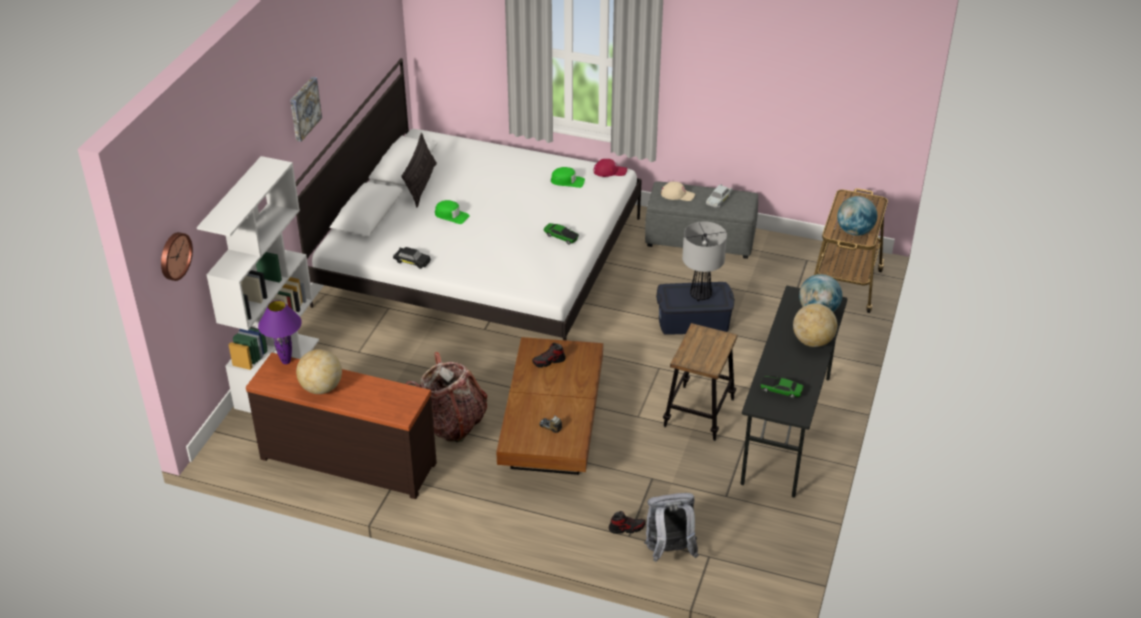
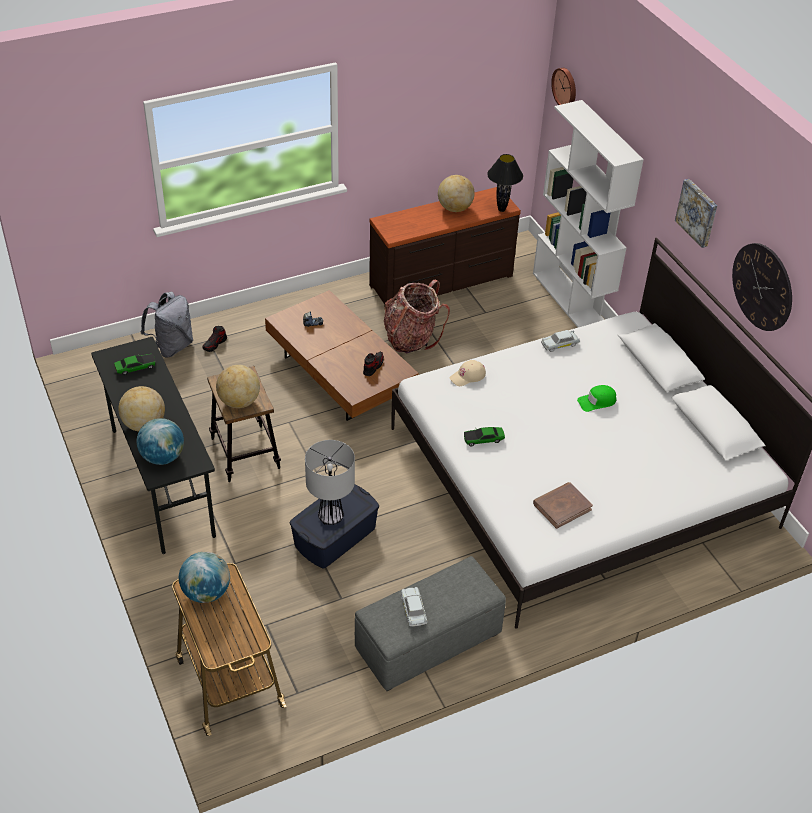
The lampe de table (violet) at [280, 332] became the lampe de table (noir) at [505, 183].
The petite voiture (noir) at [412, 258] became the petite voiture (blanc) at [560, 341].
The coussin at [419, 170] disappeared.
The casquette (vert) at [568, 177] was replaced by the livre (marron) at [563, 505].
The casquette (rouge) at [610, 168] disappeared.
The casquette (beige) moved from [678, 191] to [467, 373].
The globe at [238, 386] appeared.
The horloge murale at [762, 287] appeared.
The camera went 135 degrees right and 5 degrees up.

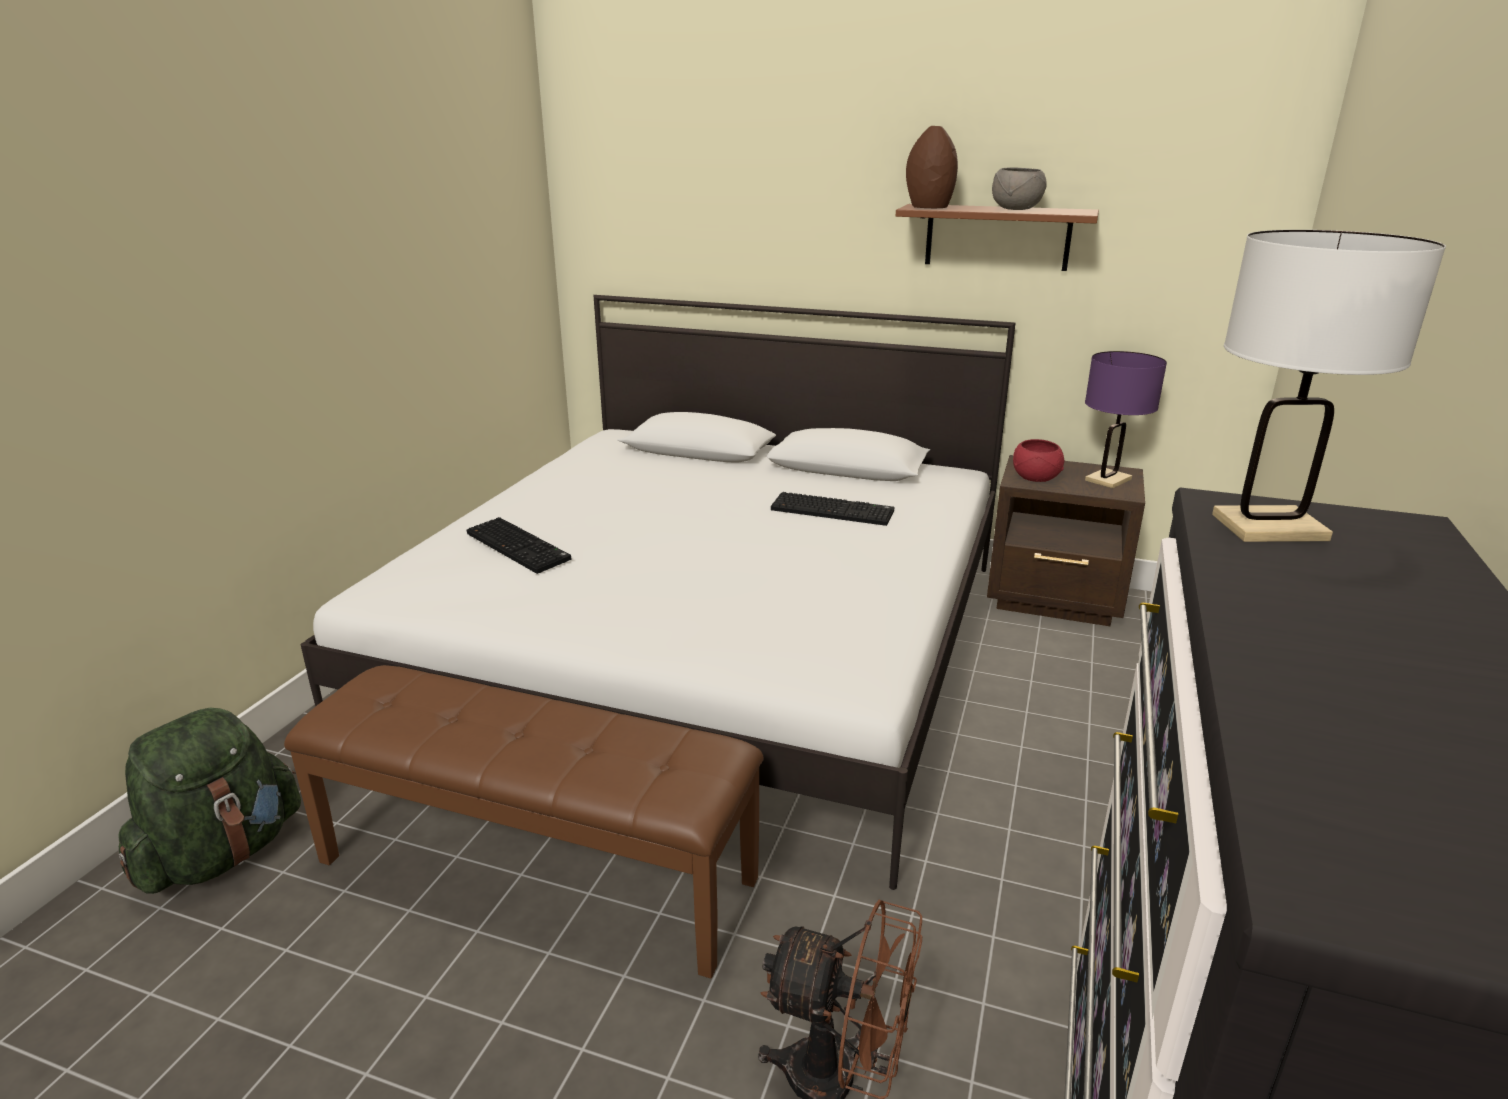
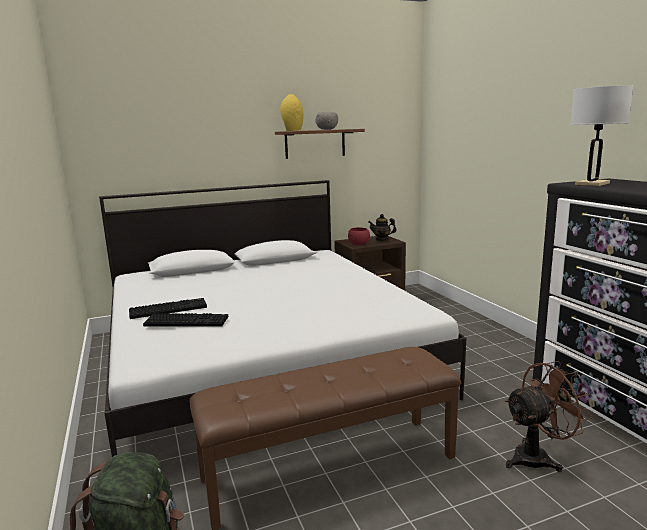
The clavier moved from [832, 509] to [168, 308].
The vase (marron) at [932, 167] became the vase (jaune) at [292, 112].
The lampe de table (violet) at [1126, 420] was replaced by the théière at [383, 227].
The camera went 40 degrees left and 10 degrees down.

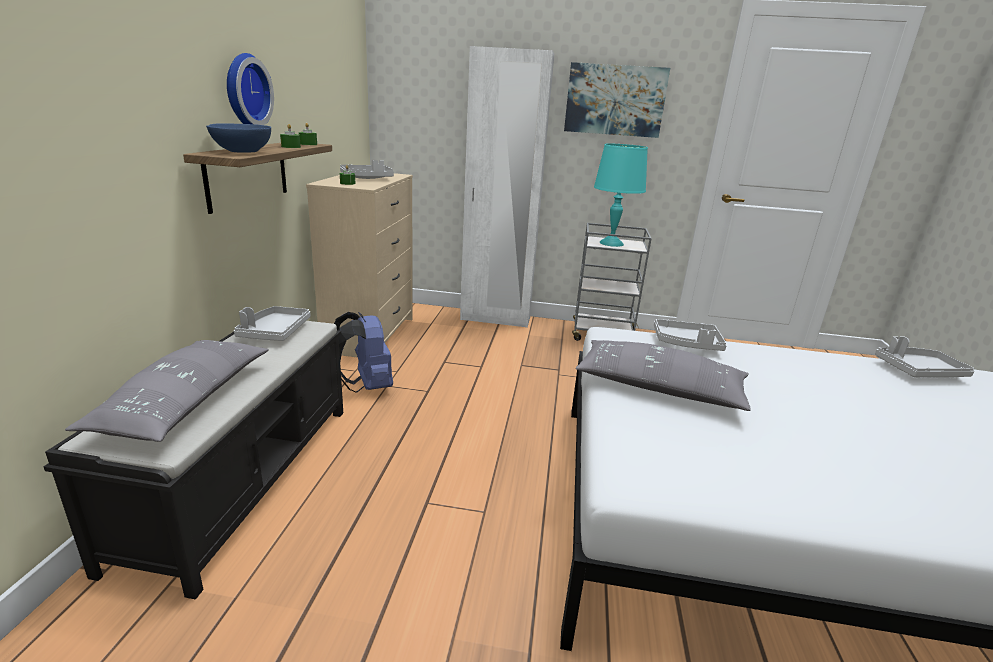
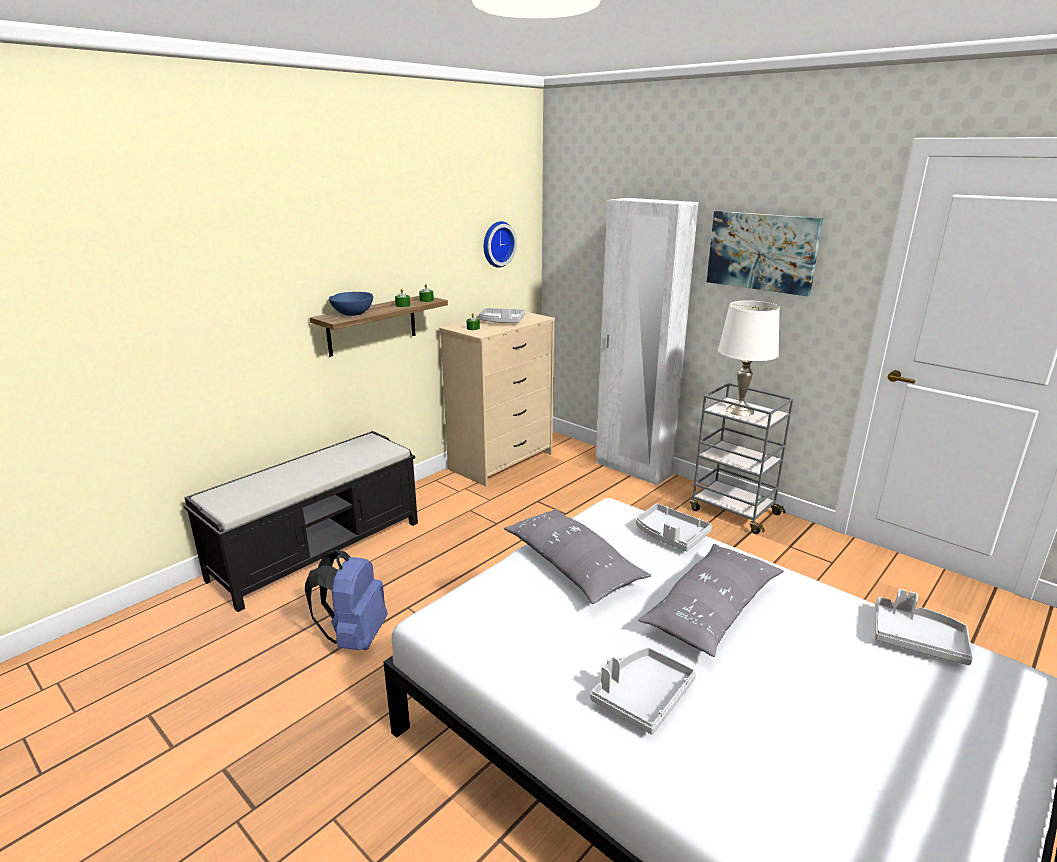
The coussin (gris) moved from [167, 391] to [711, 600].
The horloge murale moved from [250, 89] to [500, 244].
The plateau (gris) moved from [272, 323] to [643, 691].
The sac à dos (bleu) moved from [363, 352] to [346, 600].
The lampe de table (turquoise) at [621, 195] became the lampe de table (blanc) at [749, 358].
The camera went 35 degrees right and 0 degrees up.

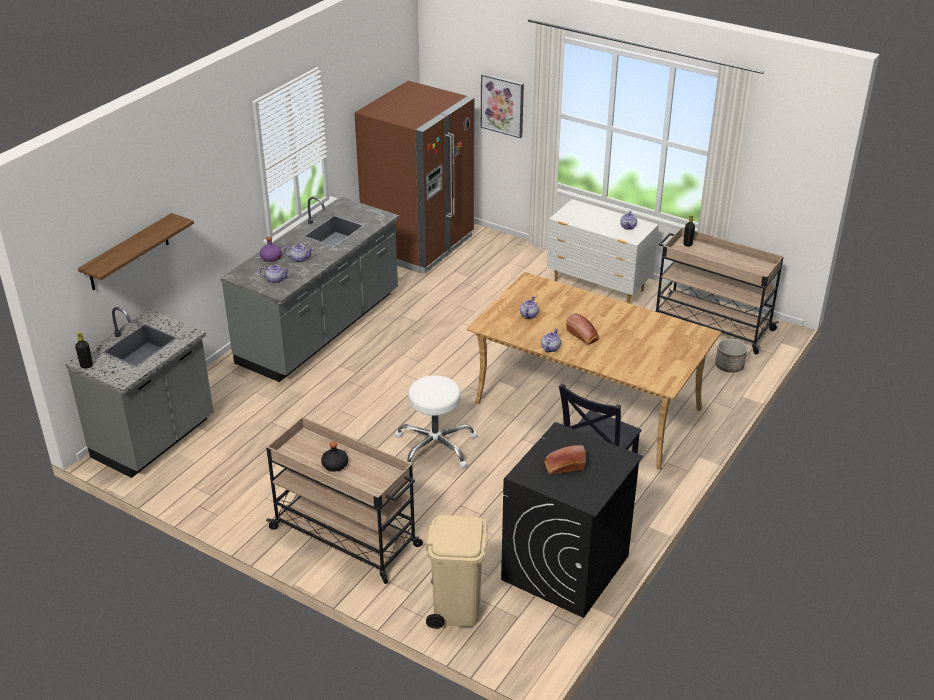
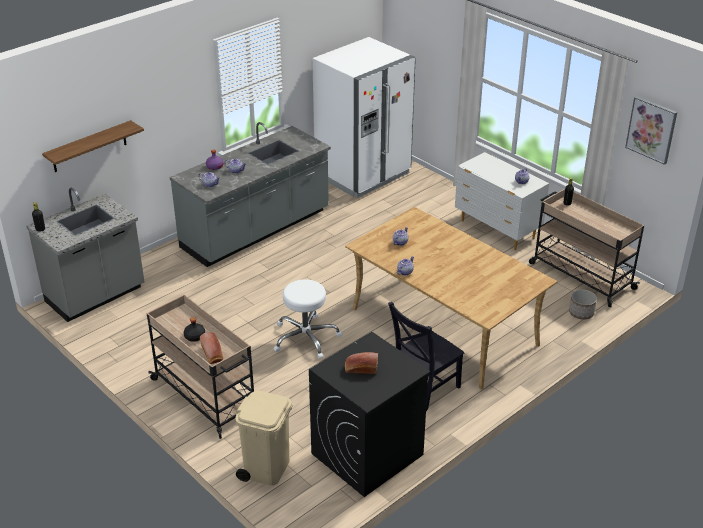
The réfrigérateur (marron) at [414, 177] became the réfrigérateur (blanc) at [364, 117].
The tableau moved from [502, 105] to [651, 130].
The pain moved from [582, 329] to [211, 348].
The camera went 15 degrees right and 0 degrees up.

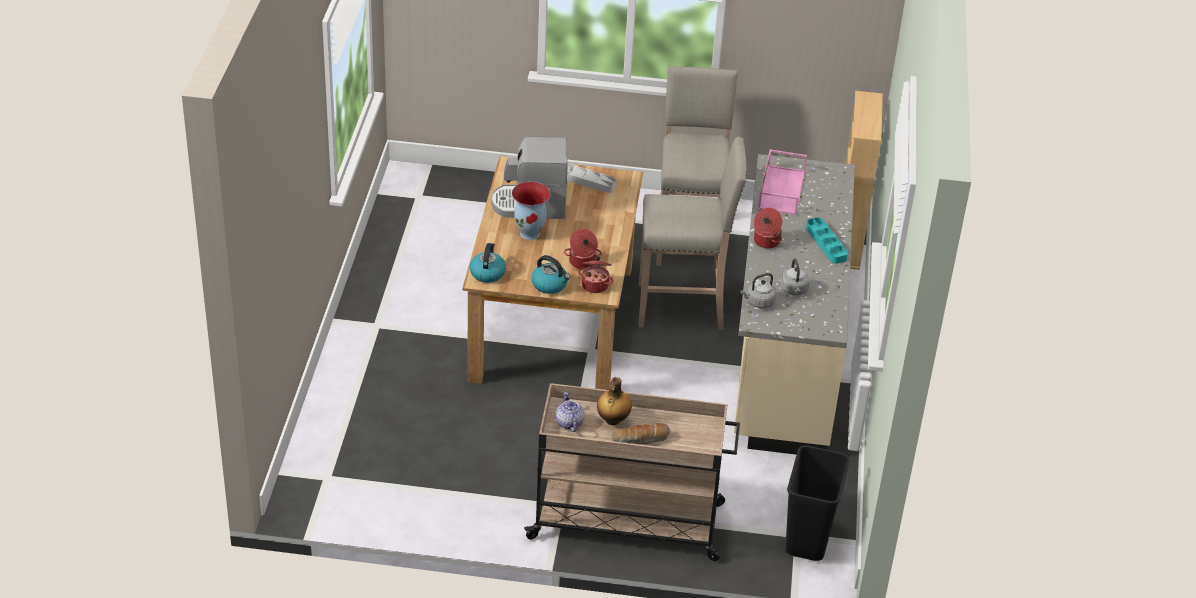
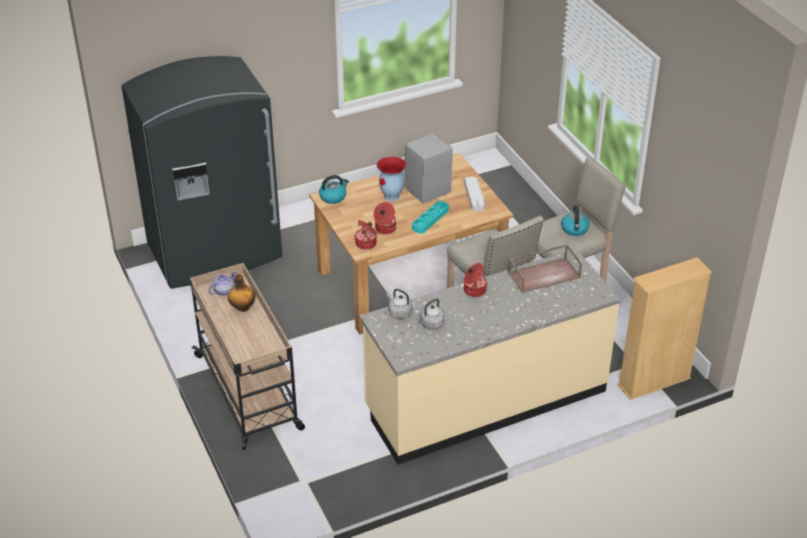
The bouilloire moved from [550, 274] to [575, 220].
The pain at [641, 434] disappeared.
The plateau (rose) at [782, 182] became the plateau (marron) at [545, 268].
The poubelle (noir) at [817, 503] disappeared.
The plateau (turquoise) moved from [827, 240] to [430, 217].
The réfrigérateur (gris) at [202, 172] appeared.
The camera went 60 degrees right and 0 degrees up.

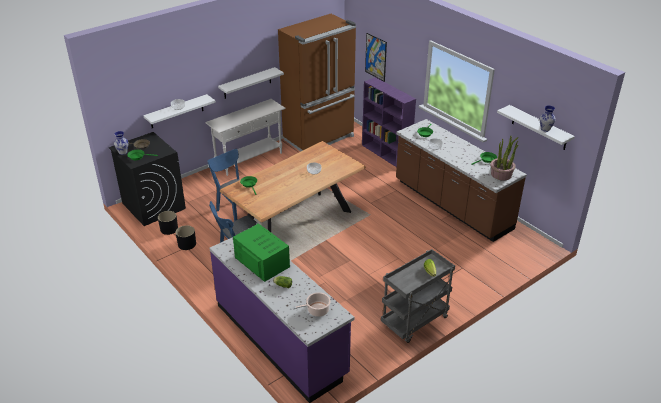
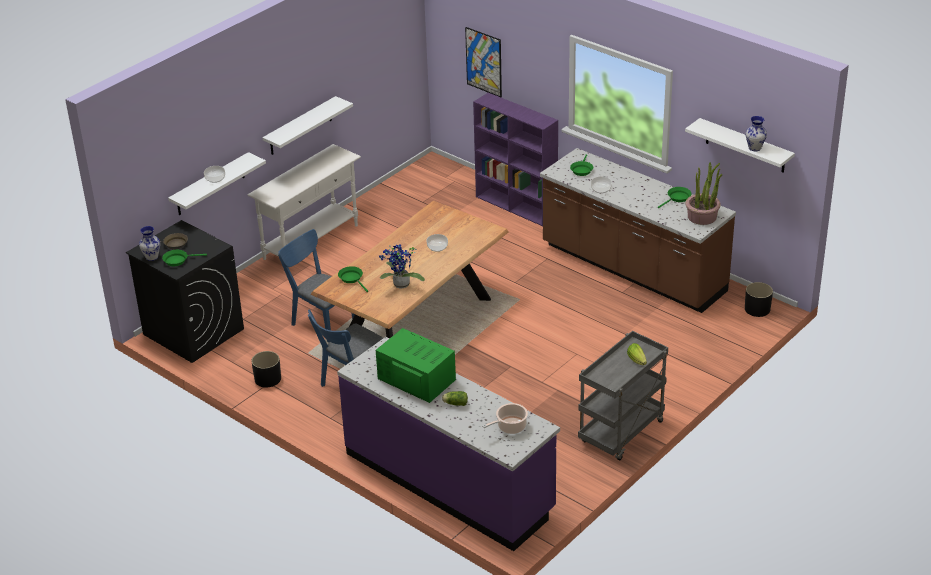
The cache-pot (noir) moved from [168, 223] to [759, 299].
The réfrigérateur (marron) at [317, 83] disappeared.
The plante en pot at [402, 266] appeared.
The camera went 10 degrees left and 0 degrees up.

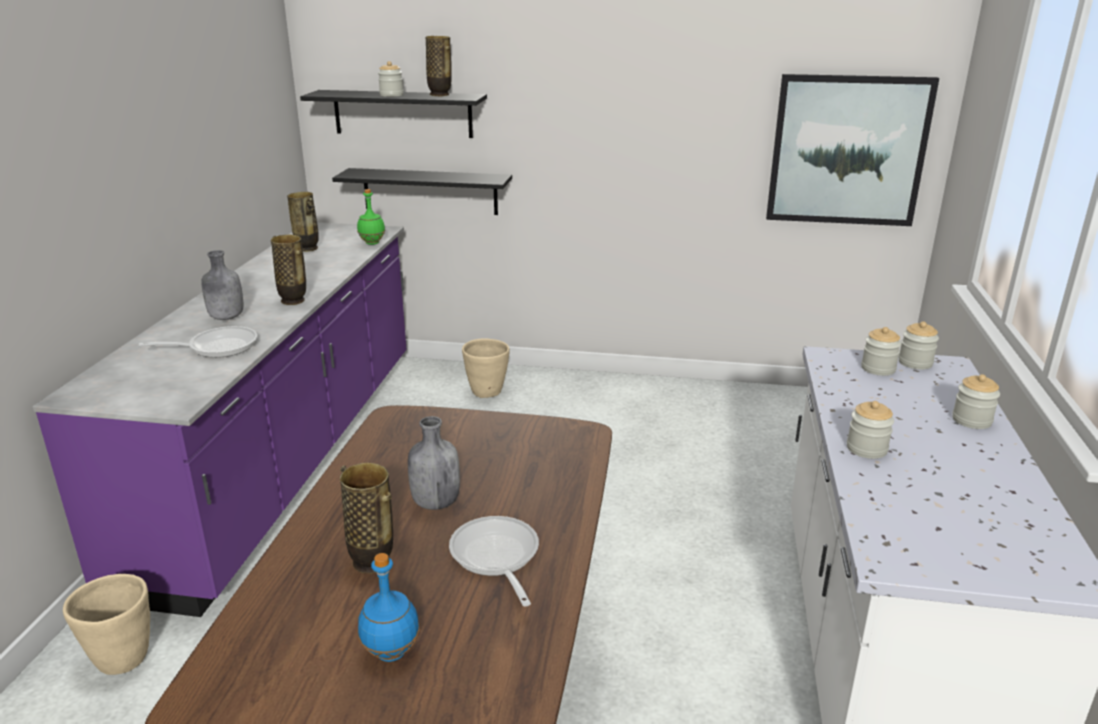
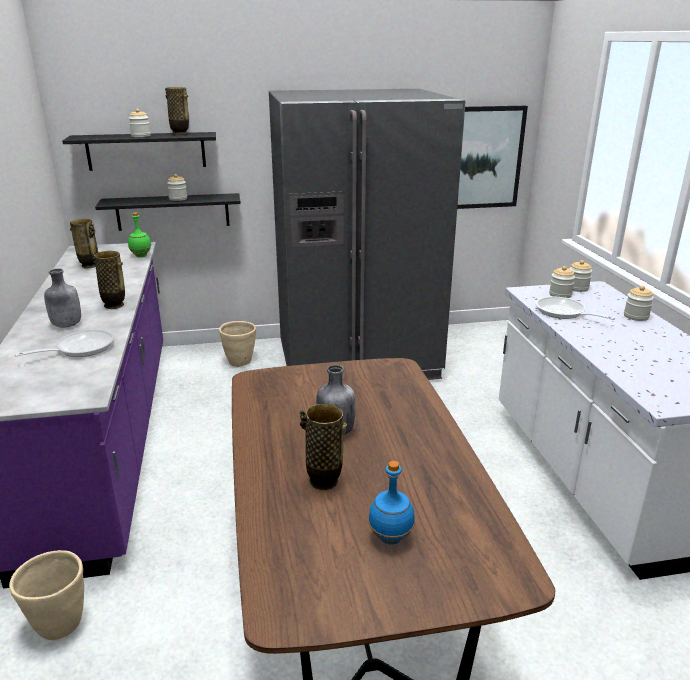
The poêle moved from [494, 561] to [575, 308].
The bocal moved from [870, 430] to [177, 187].
The réfrigérateur (gris) at [367, 234] appeared.
The camera went 20 degrees left and 0 degrees up.

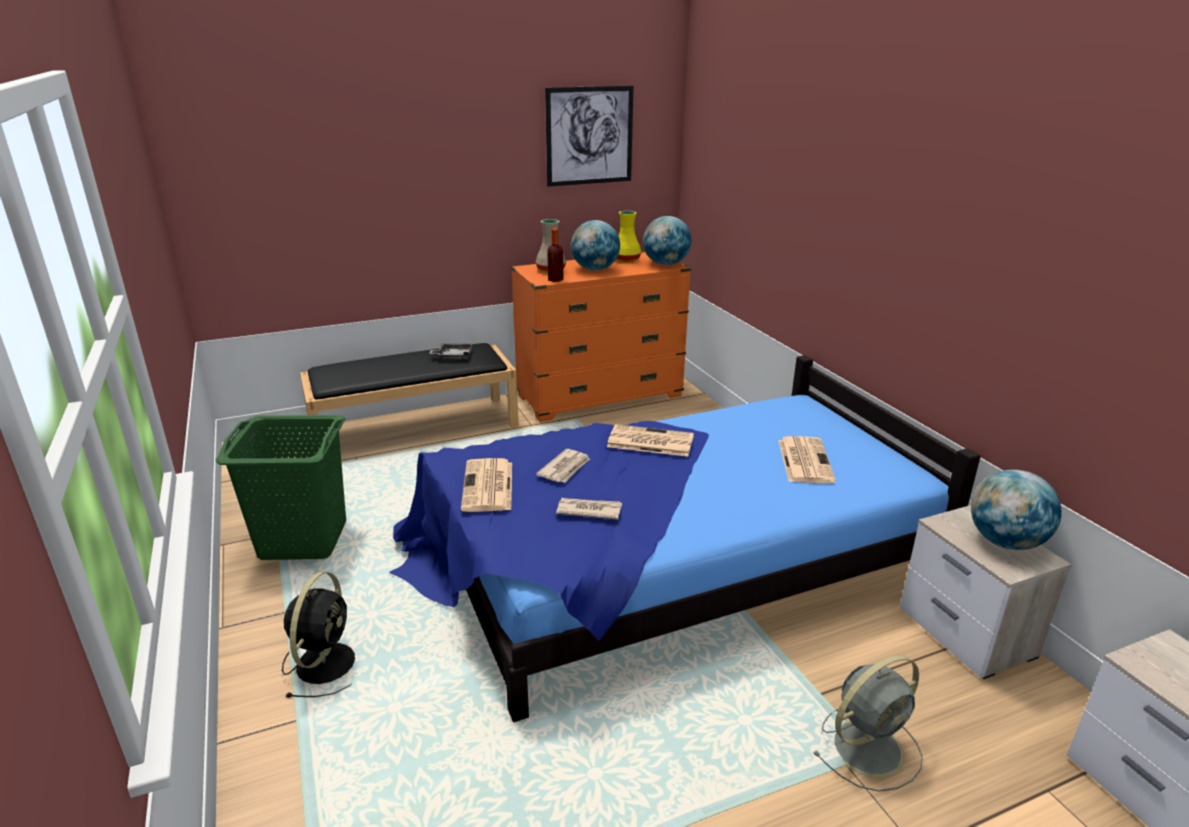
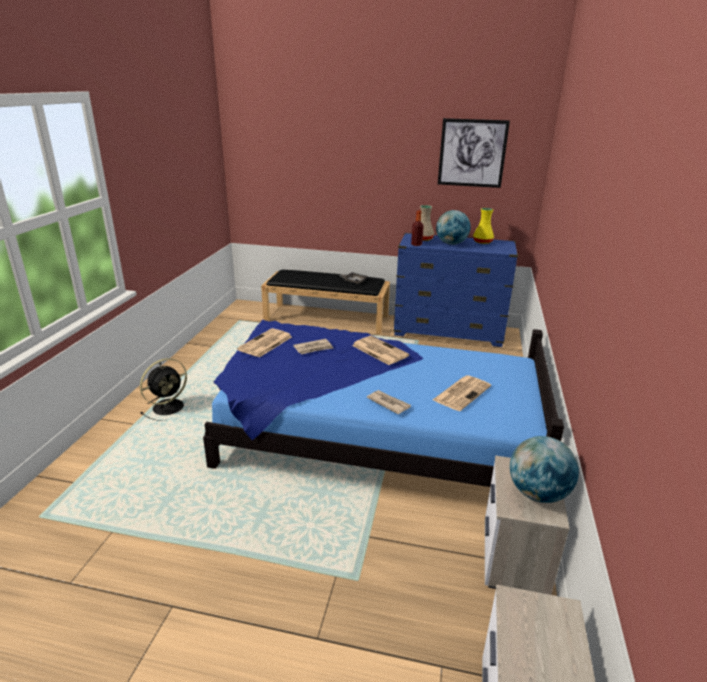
The panier à linge (vert) at [280, 487] disappeared.
The commode (orange) at [601, 337] became the commode (bleu) at [456, 290].
The journal moved from [589, 509] to [389, 402].
The globe at [667, 240] disappeared.
The ventilateur (gris) at [868, 723] disappeared.
The camera went 35 degrees right and 0 degrees up.

